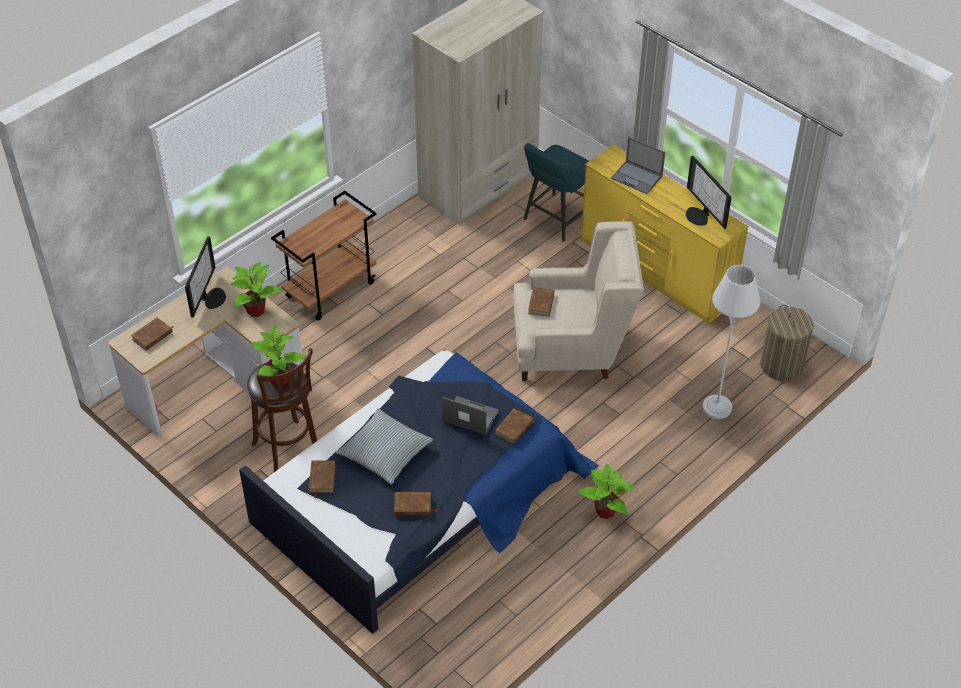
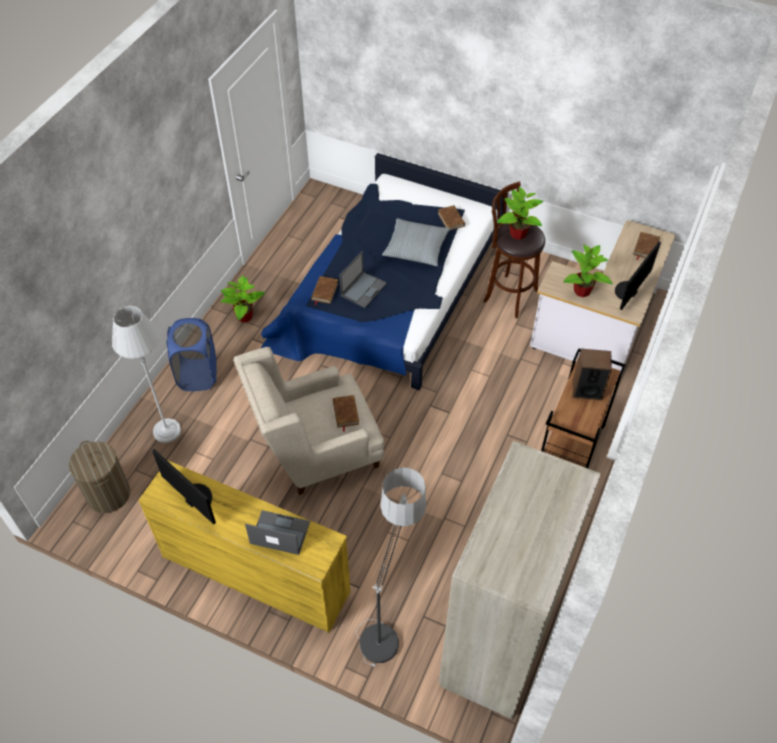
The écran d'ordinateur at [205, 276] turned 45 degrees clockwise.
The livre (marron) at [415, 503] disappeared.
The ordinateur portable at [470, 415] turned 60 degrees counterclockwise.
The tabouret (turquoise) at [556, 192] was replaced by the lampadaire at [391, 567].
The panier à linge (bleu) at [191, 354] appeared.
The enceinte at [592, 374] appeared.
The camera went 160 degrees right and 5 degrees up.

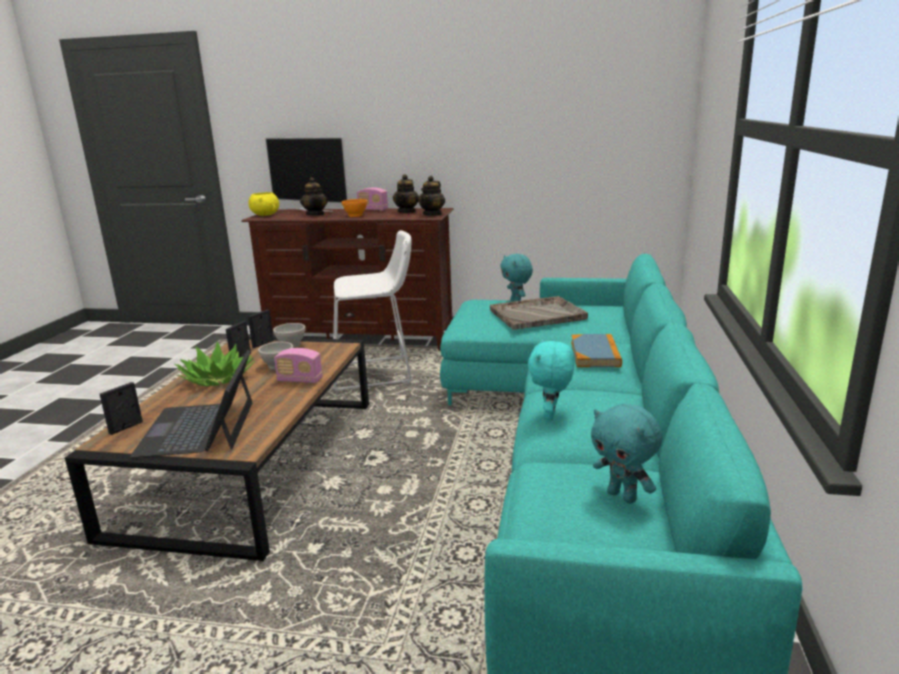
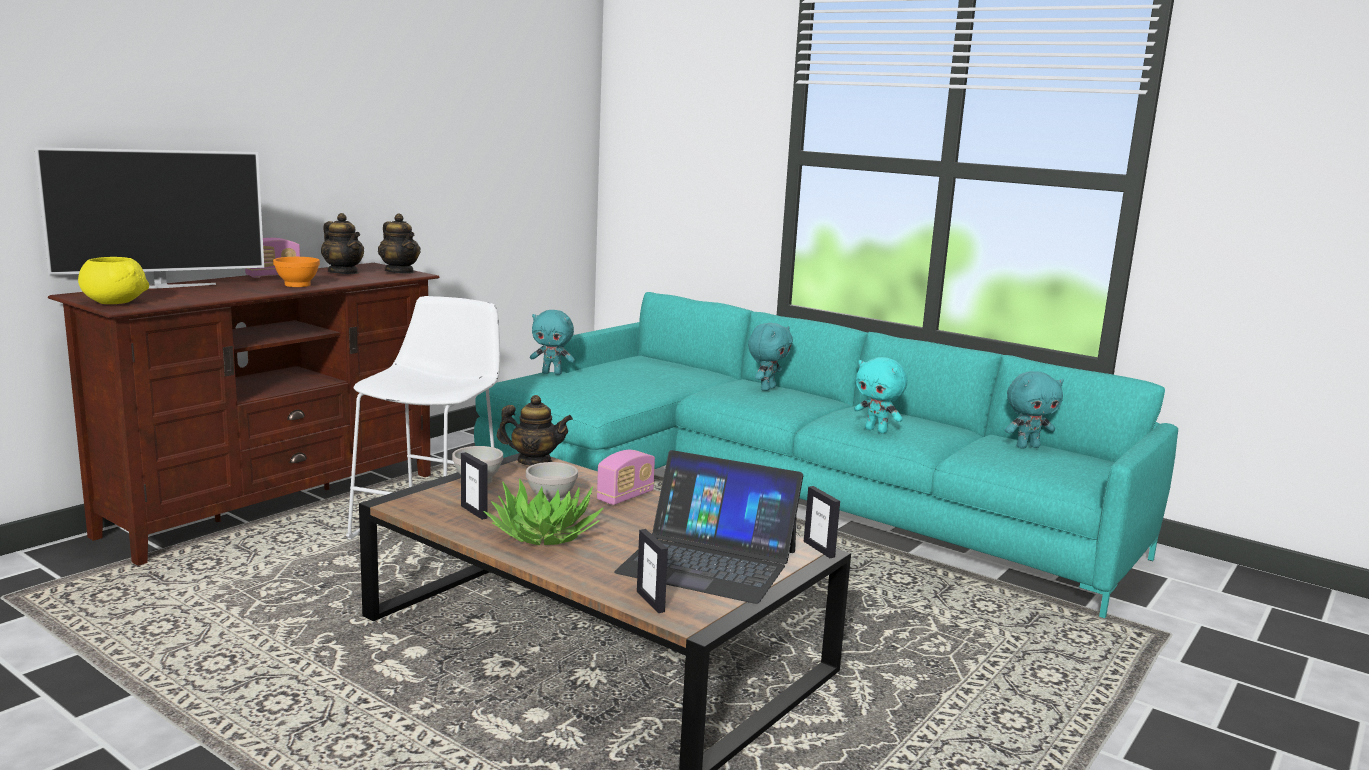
The cadre photo moved from [261, 329] to [822, 522].
The théière moved from [314, 196] to [535, 430].
The plateau (gris) at [539, 313] disappeared.
The livre at [596, 350] was replaced by the peluche (turquoise) at [770, 357].
The camera went 65 degrees left and 5 degrees down.

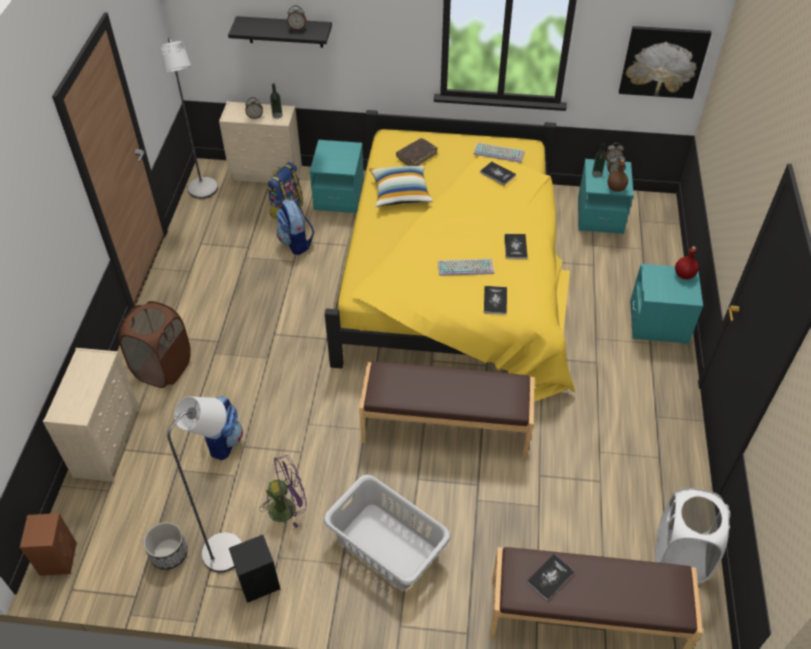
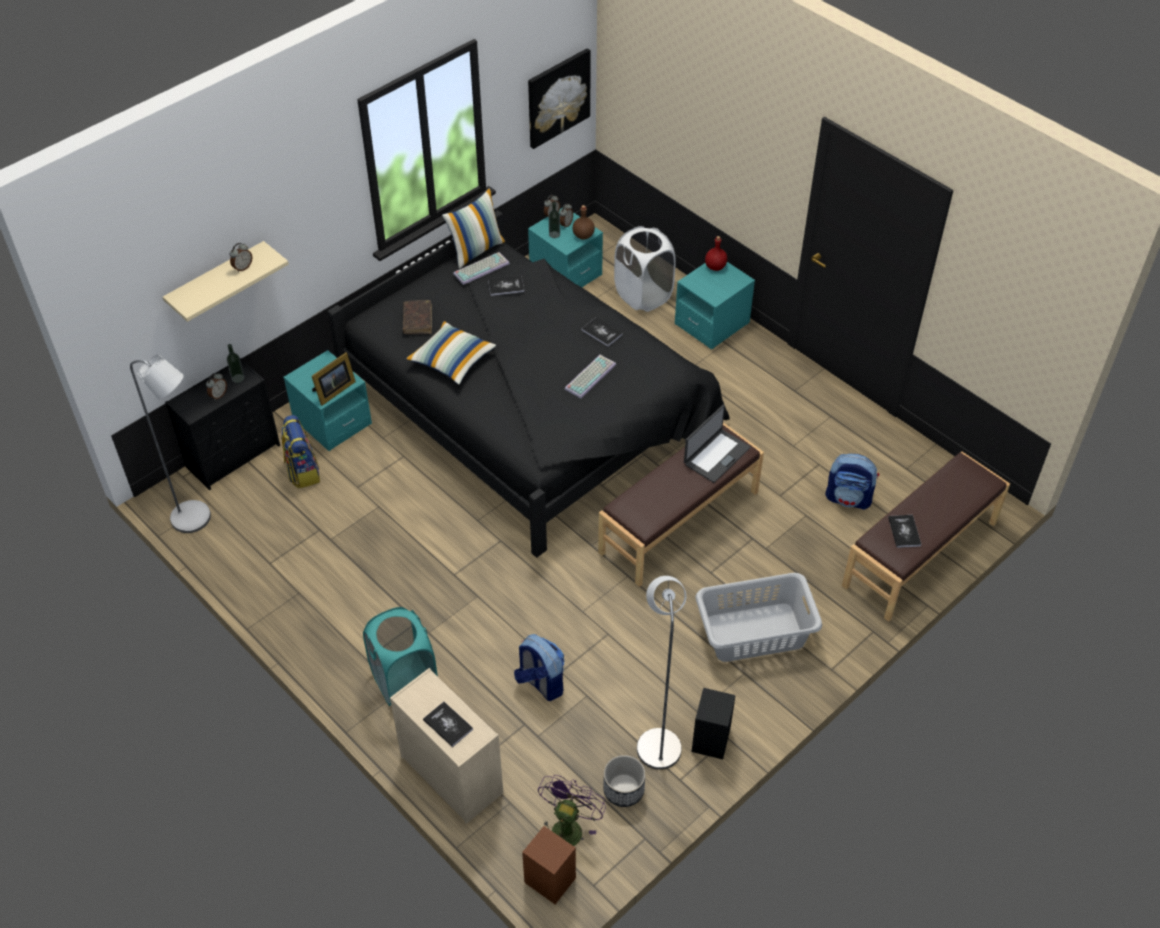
The panier à linge (marron) at [155, 344] became the panier à linge (turquoise) at [400, 656].
The commode (beige) at [260, 142] became the commode (noir) at [222, 424].
The étagère (noir) at [280, 32] became the étagère (beige) at [226, 281].
The ventilateur (violet) moved from [283, 491] to [572, 810].
The sac à dos moved from [295, 227] to [852, 482].
The lit (jaune) at [450, 256] became the lit (noir) at [528, 384].
The livre moved from [495, 300] to [448, 724].
The panier à linge (blanc) moved from [693, 535] to [645, 269].
The cadre photo at [334, 379] appeared.
The coussin at [474, 228] appeared.
The ordinateur portable at [717, 444] appeared.
The camera went 50 degrees left and 0 degrees up.

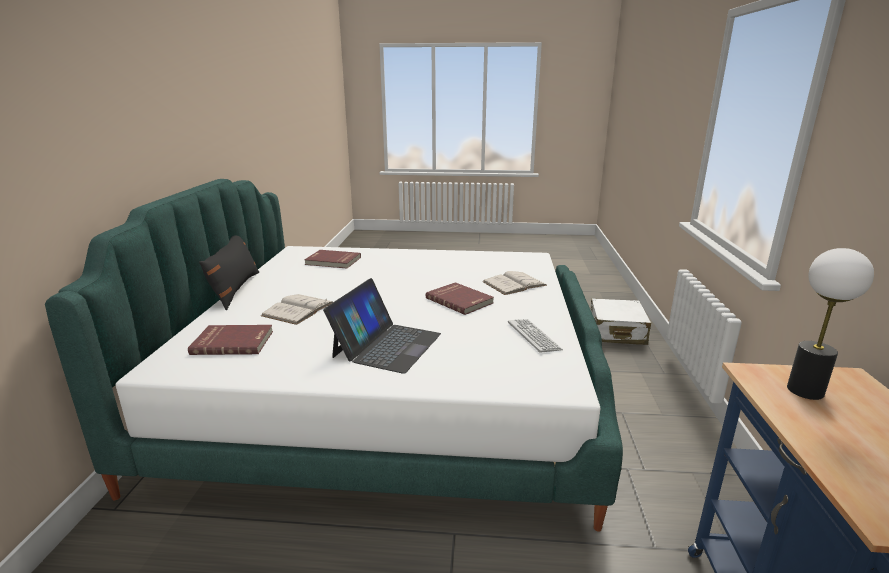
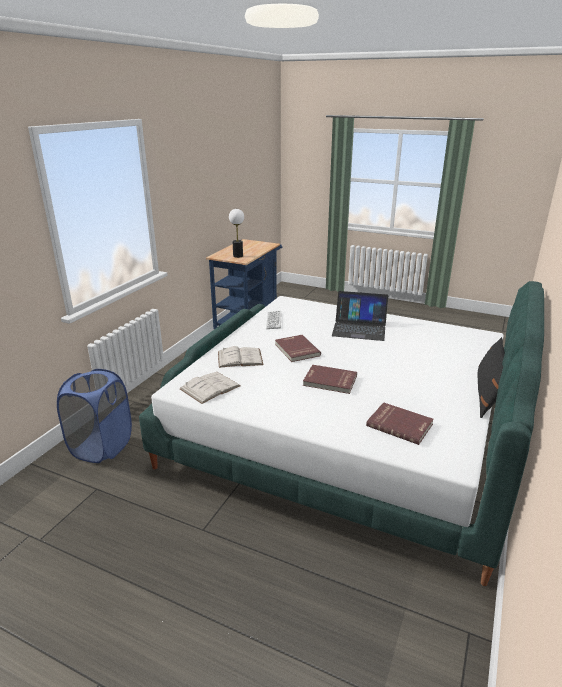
The livre (rouge) moved from [230, 340] to [330, 379].
The livre (blanc) moved from [297, 309] to [210, 388].
The ordinateur portable at [382, 326] turned 120 degrees counterclockwise.
The valise (blanc) at [621, 321] was replaced by the panier à linge (bleu) at [94, 416].
The camera went 160 degrees left and 5 degrees up.

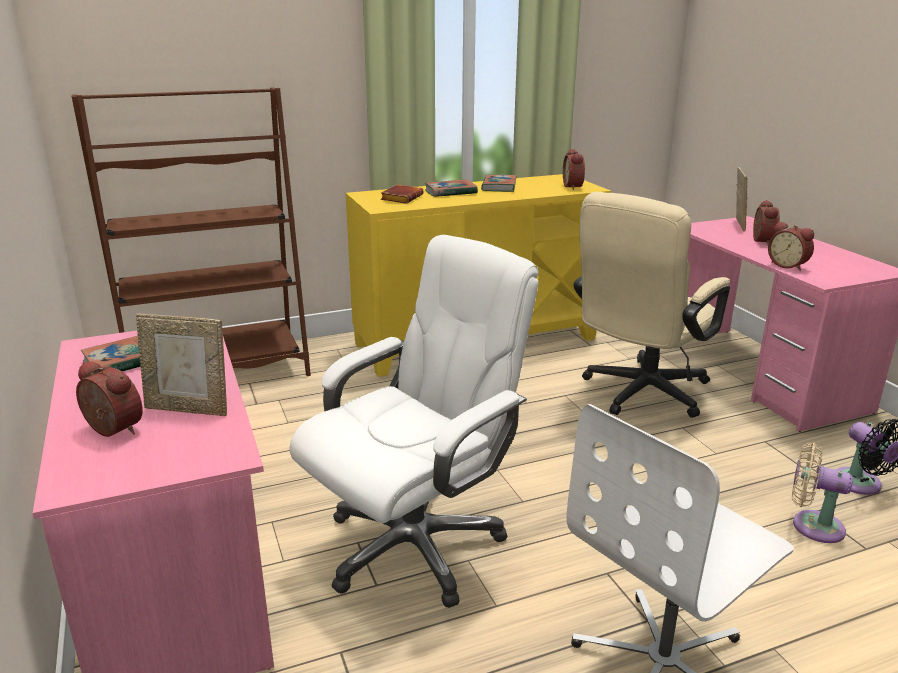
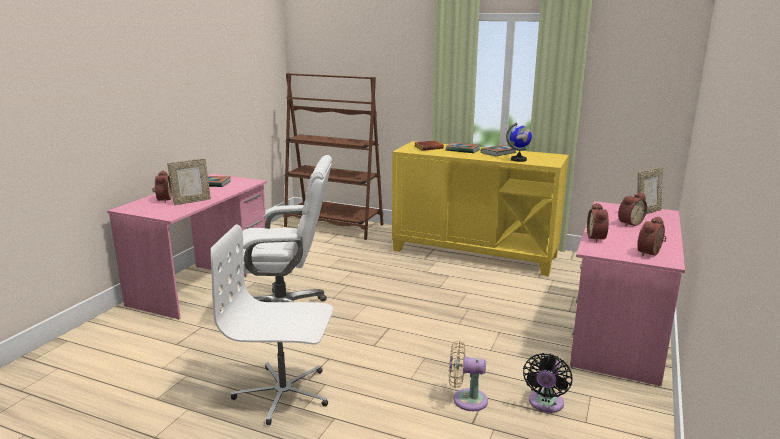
The cadre photo at [181, 365] turned 90 degrees counterclockwise.
The réveil moved from [574, 169] to [651, 236].
The chaise de bureau (beige) at [652, 305] disappeared.
The ventilateur (beige) at [822, 492] turned 60 degrees counterclockwise.
The globe at [519, 142] appeared.
The camera went 45 degrees right and 5 degrees down.

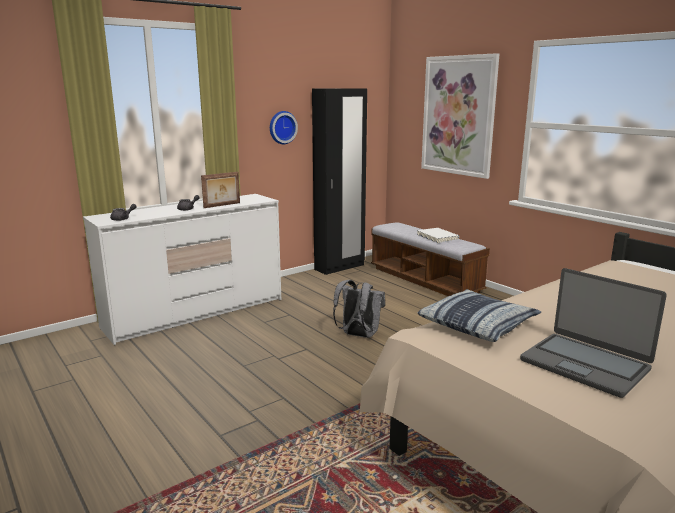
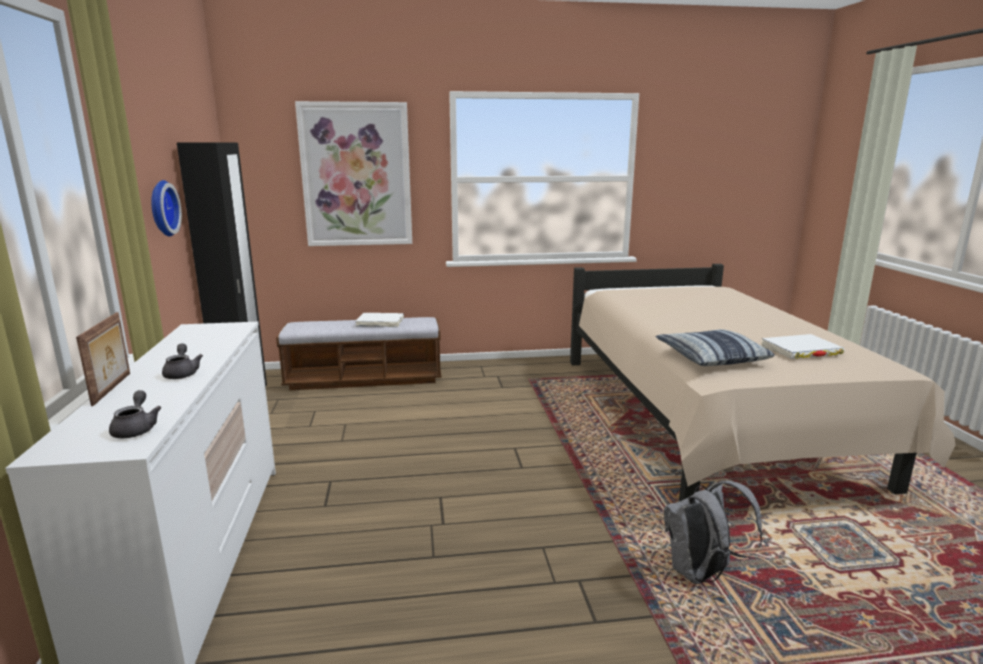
The cadre photo moved from [220, 190] to [103, 359].
The sac à dos (gris) moved from [359, 309] to [713, 532].
The ordinateur portable at [593, 333] was replaced by the livre (blanc) at [803, 346].
The camera went 60 degrees left and 0 degrees up.

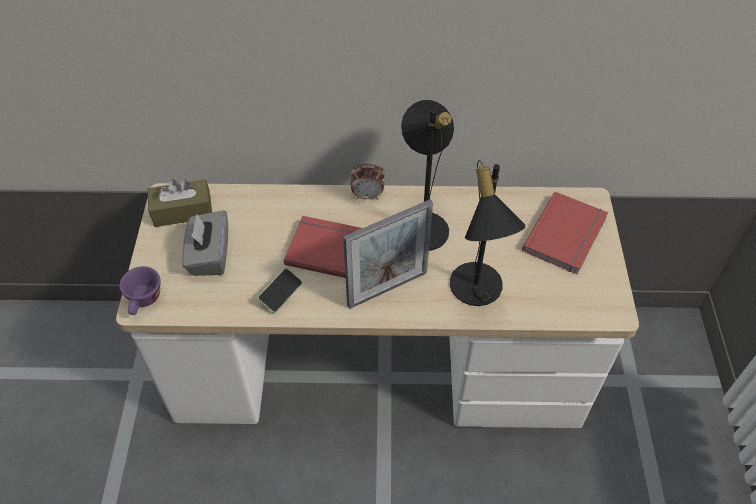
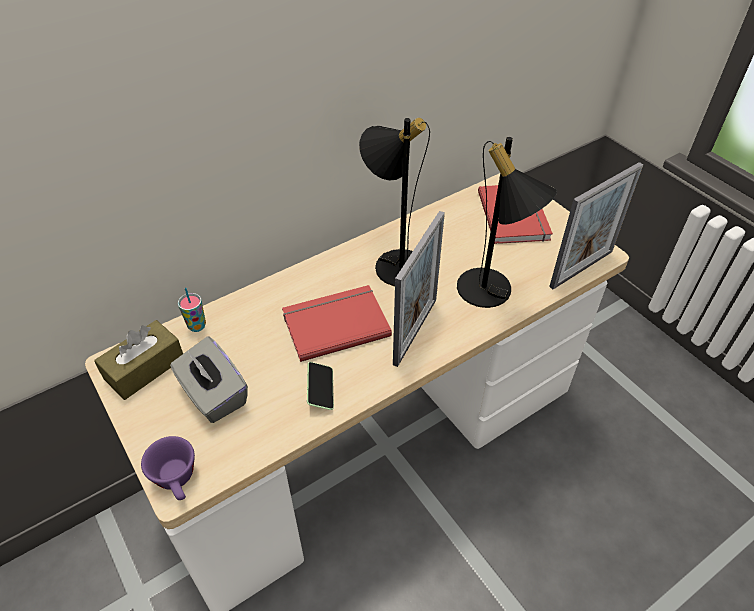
The réveil at [368, 182] disappeared.
The tasse at [192, 310] appeared.
The cadre photo at [596, 225] appeared.
The camera went 35 degrees left and 5 degrees down.

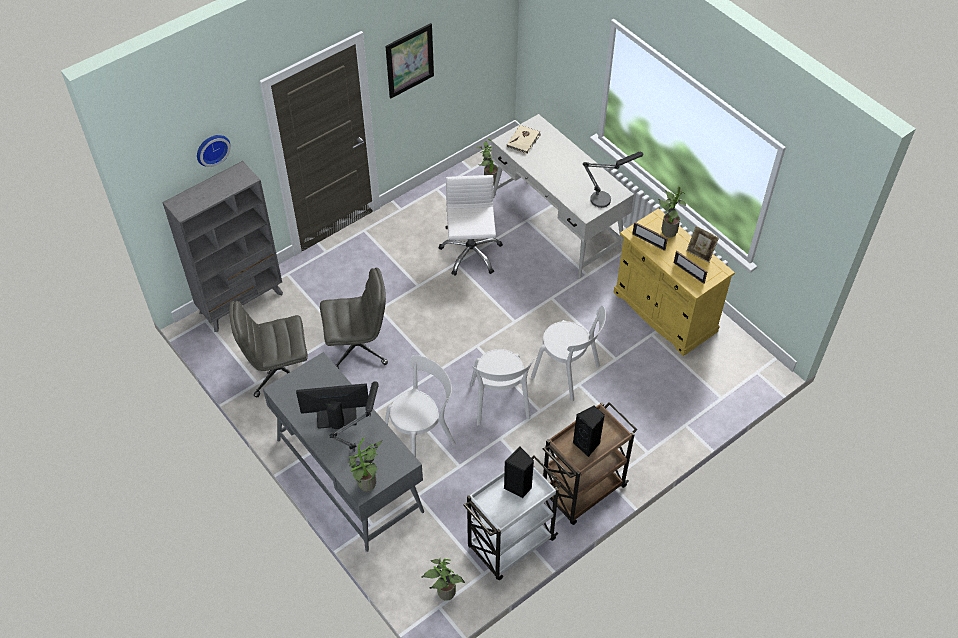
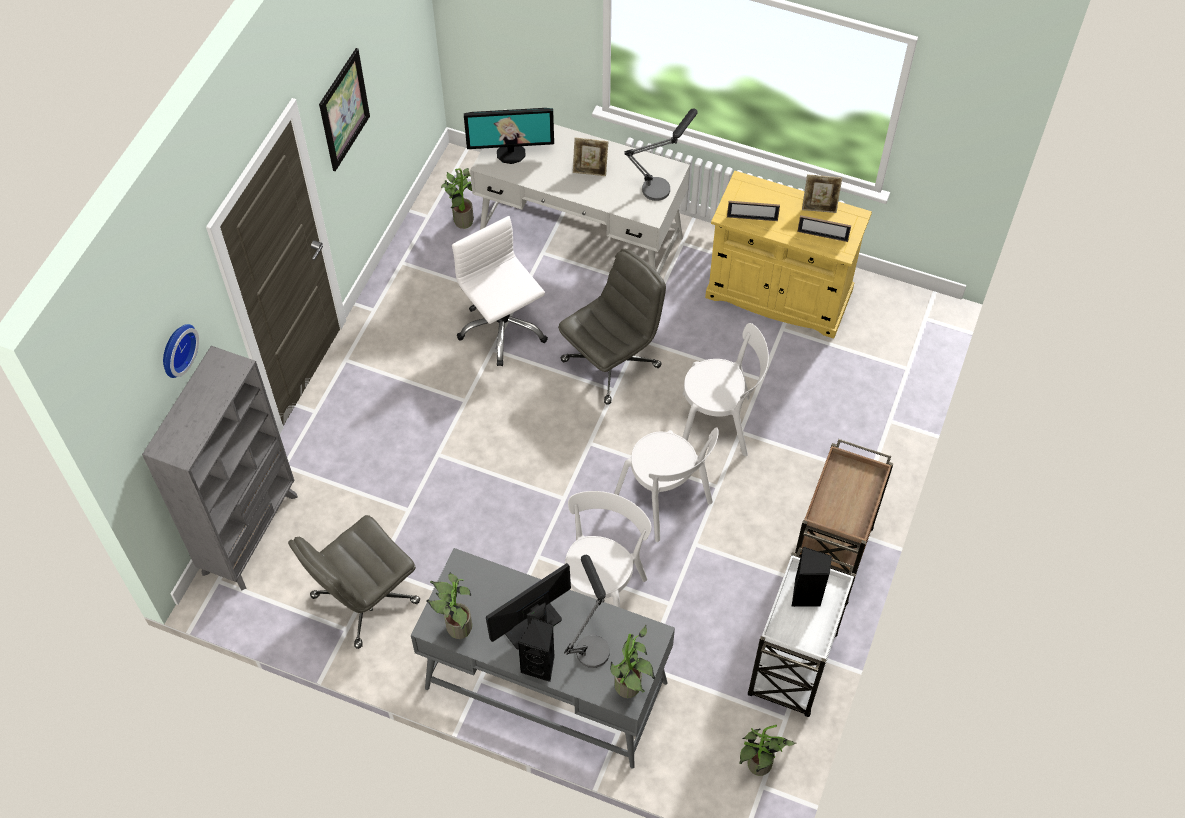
The chaise de bureau (gris) moved from [354, 318] to [612, 327].
The livre (beige) at [523, 139] was replaced by the écran d'ordinateur at [509, 136].
The enceinte (noir) moved from [589, 431] to [536, 650].
The plante en pot moved from [672, 211] to [449, 606].
The cadre photo at [591, 156] appeared.
The camera went 30 degrees left and 5 degrees up.

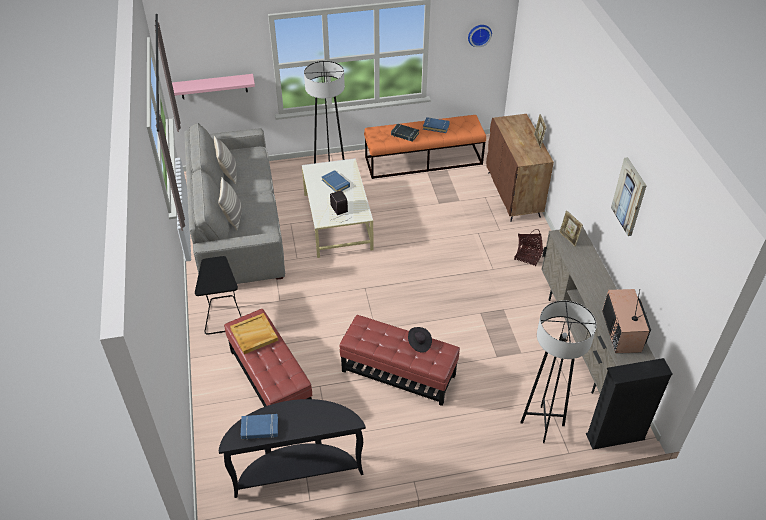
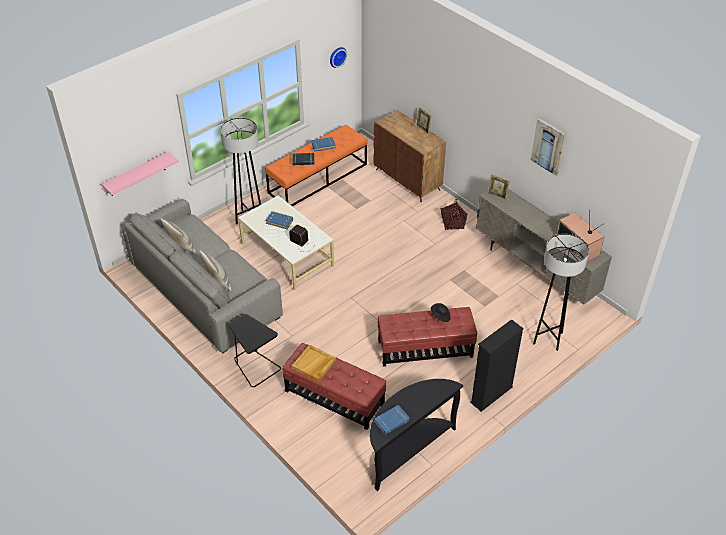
The bibliothèque (noir) moved from [629, 403] to [497, 365].
The camera went 30 degrees left and 0 degrees up.

